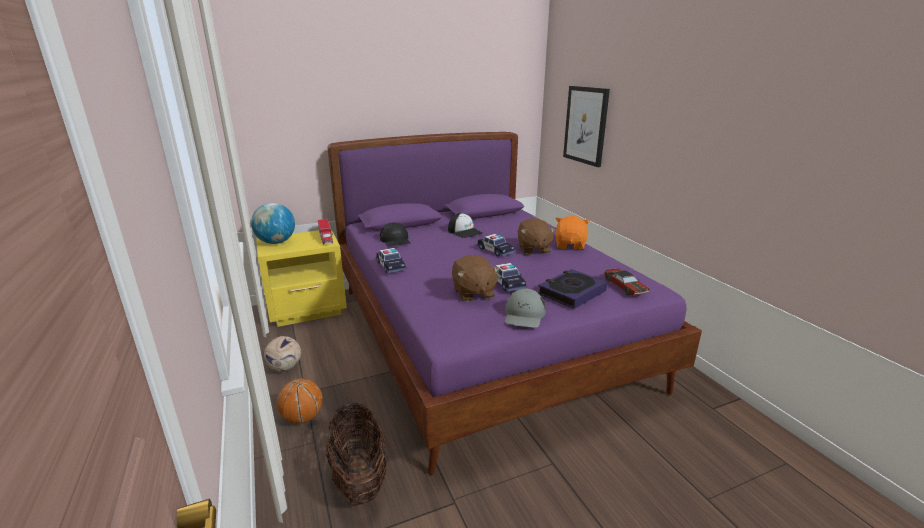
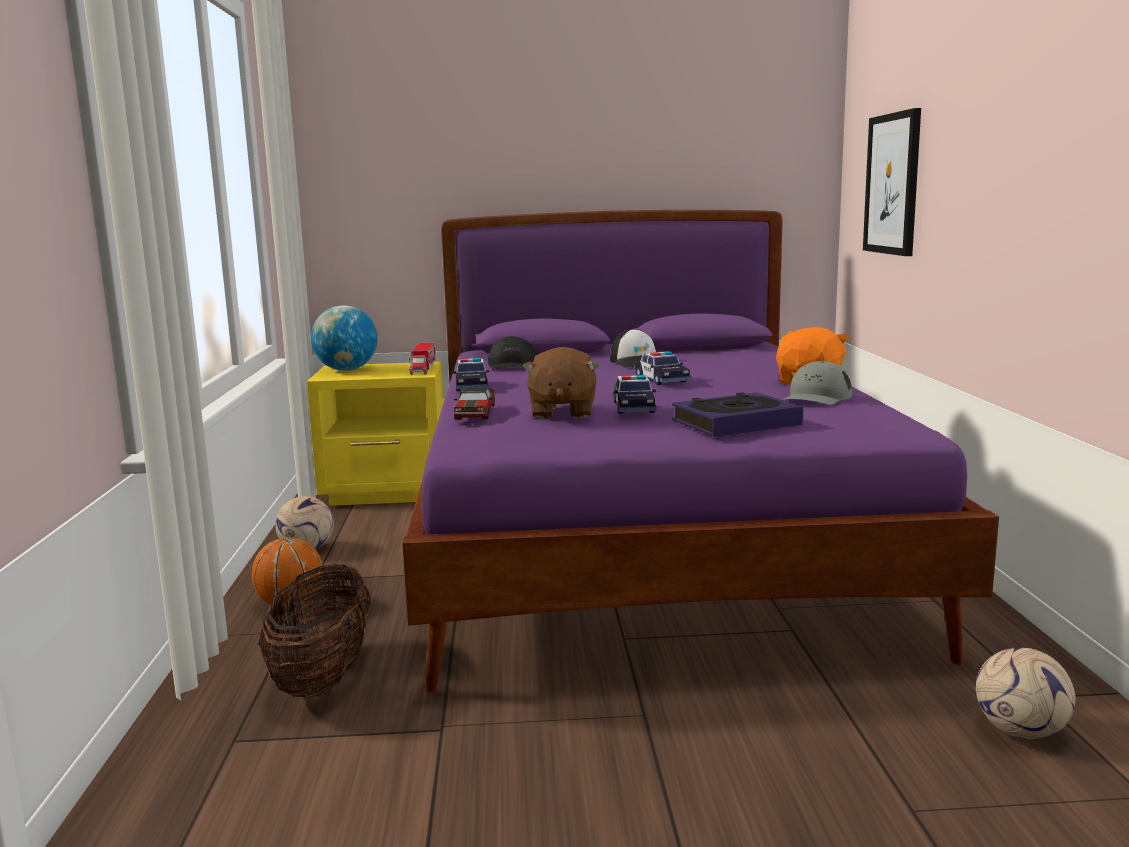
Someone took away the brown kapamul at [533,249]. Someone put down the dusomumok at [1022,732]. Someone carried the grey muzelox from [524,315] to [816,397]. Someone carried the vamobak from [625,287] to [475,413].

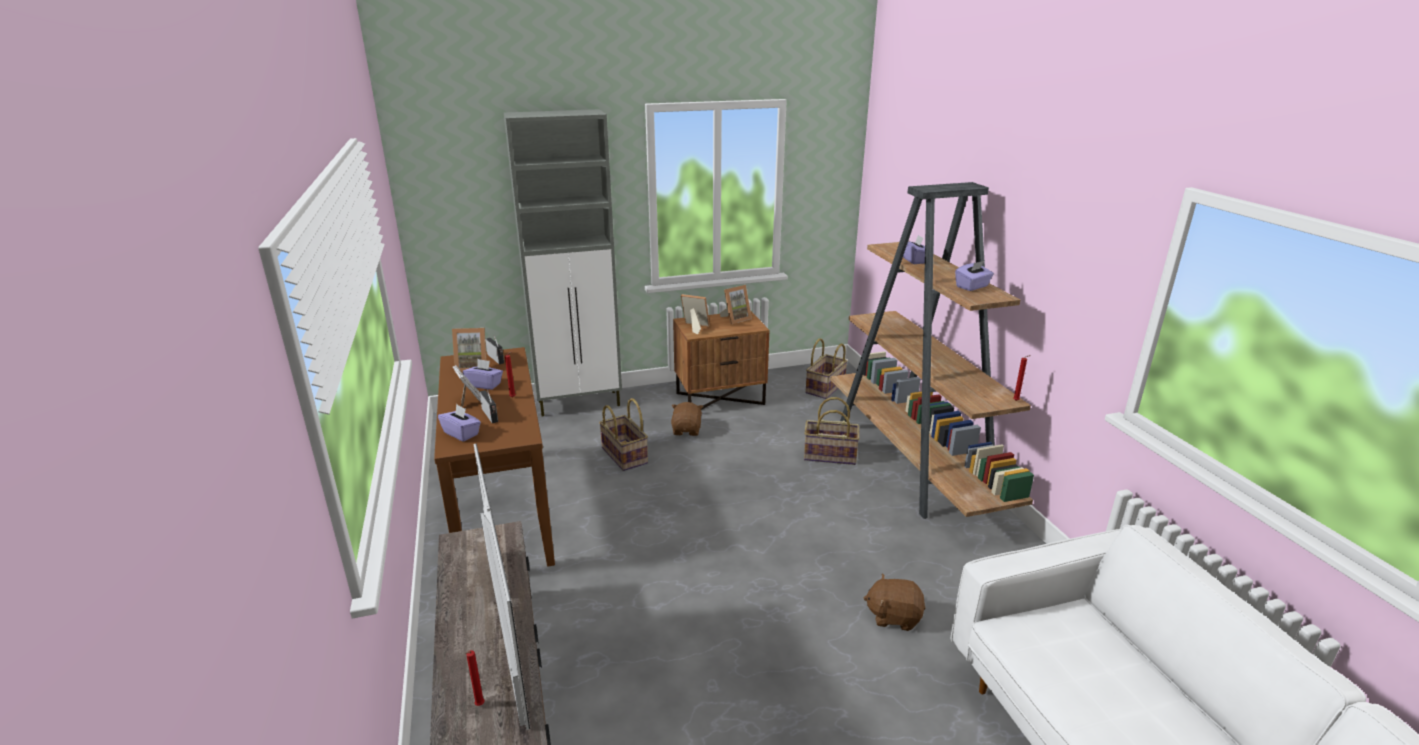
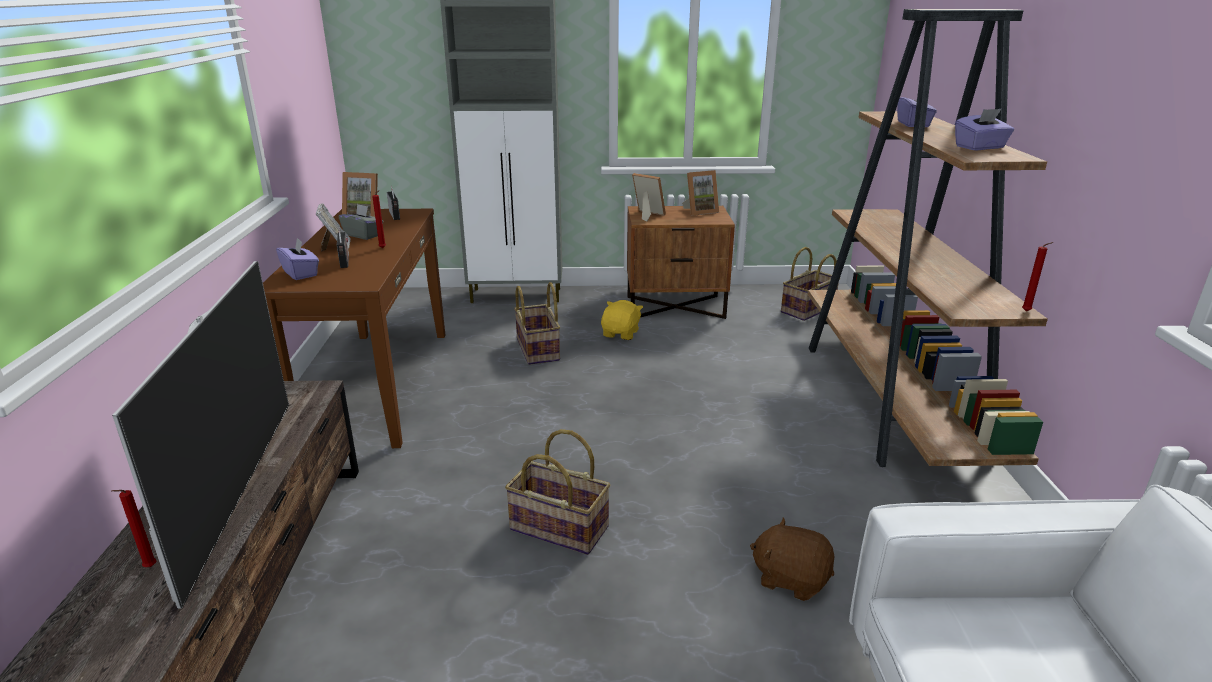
Someone carried the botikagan from [829,456] to [558,529]. Someone repainted the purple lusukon at [485,385], which became the grey lusukon at [363,235]. Someone repainted the brown kapamul at [687,430], which became the yellow kapamul at [621,334].

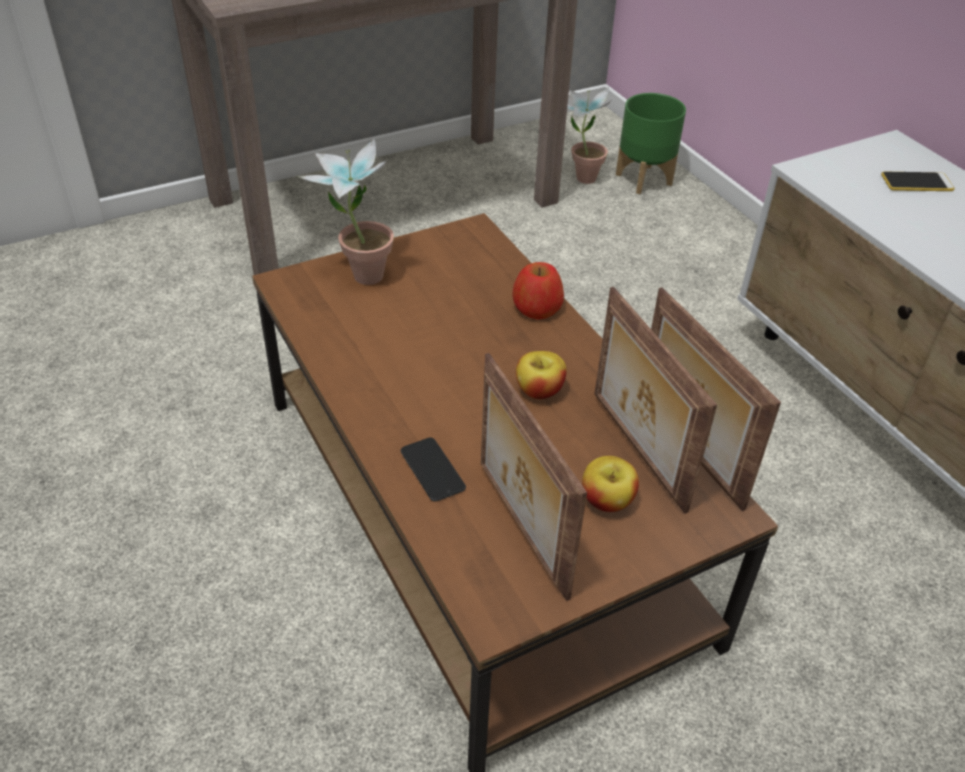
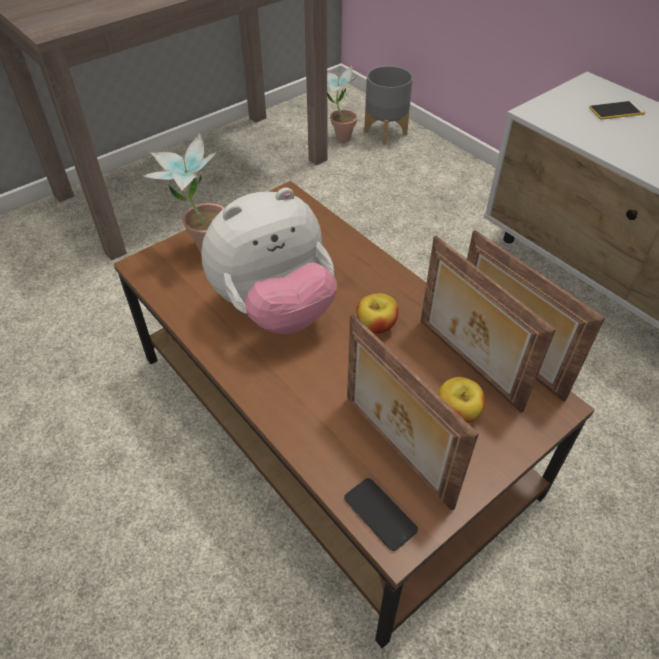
Someone took away the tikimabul at [537,307]. Someone put down the kapamul at [275,309]. Someone carried the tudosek from [432,470] to [380,514]. Someone repainted the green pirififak at [644,180], which became the grey pirififak at [386,133].

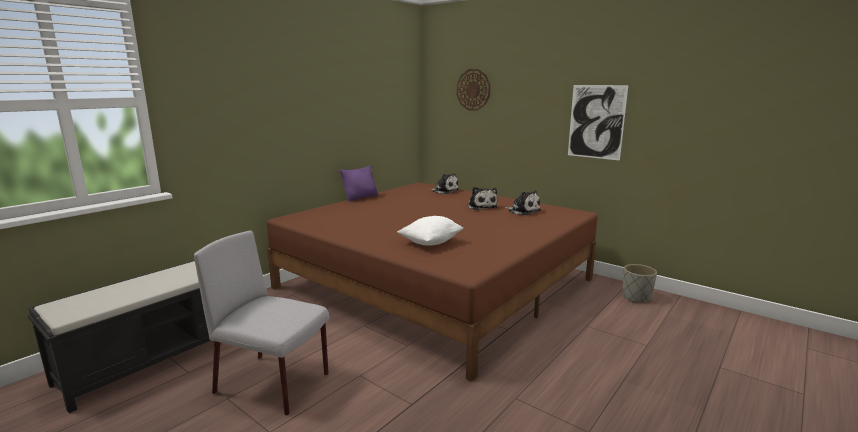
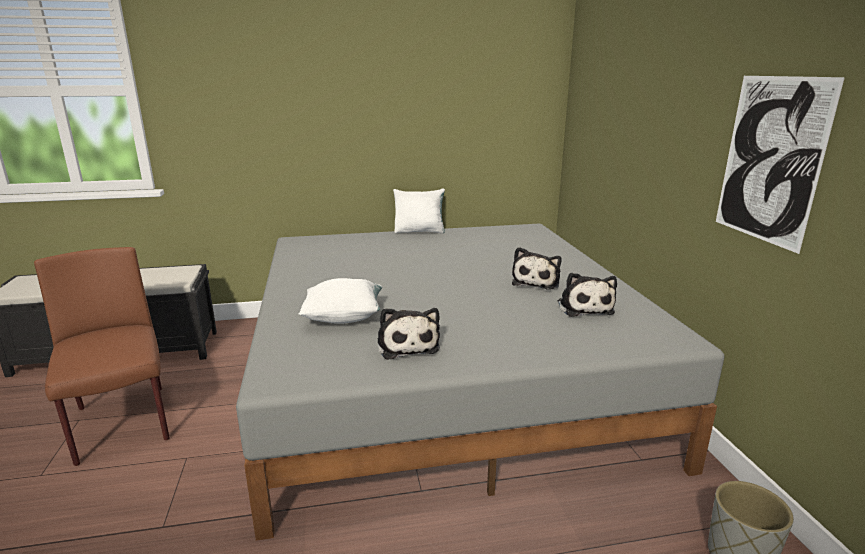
Someone took away the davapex at [473,89]. Someone carried the kapamul from [444,191] to [407,345]. Someone repainted the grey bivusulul at [274,384], which became the brown bivusulul at [123,425]. Someone repainted the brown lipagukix at [436,283], which became the grey lipagukix at [445,376]. Someone repainted the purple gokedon at [360,198], which became the white gokedon at [419,231].

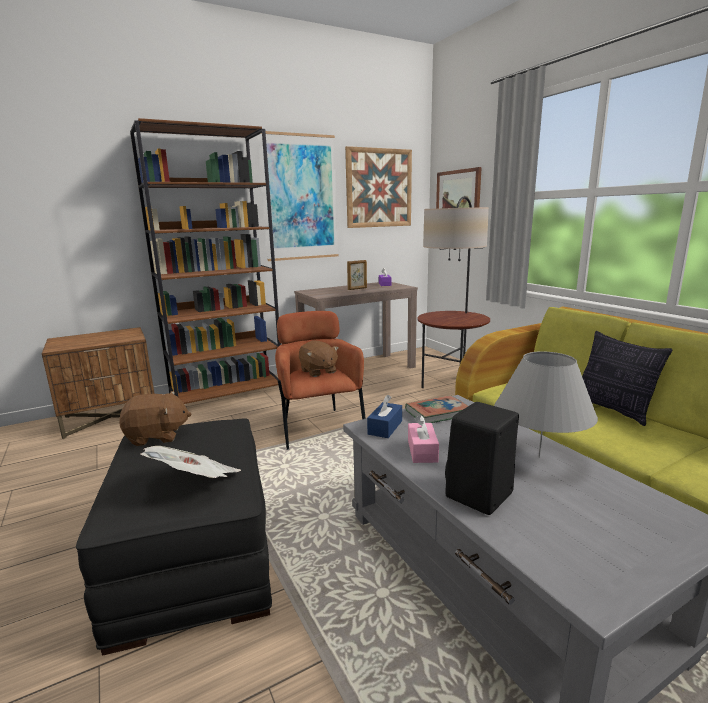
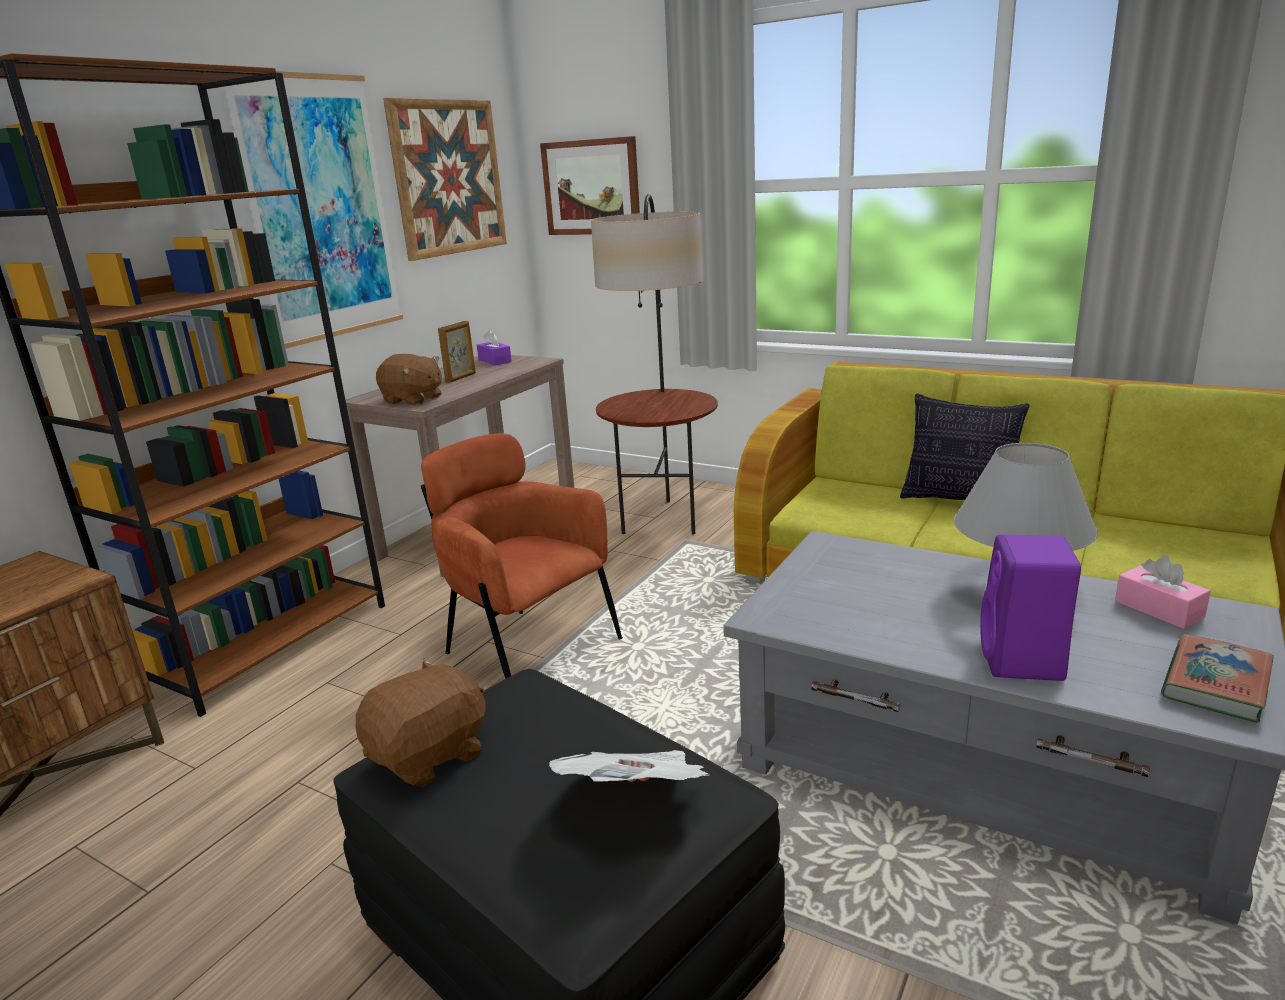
Someone took away the blue lusukon at [385,427]. Someone carried the brown kapamul from [318,371] to [413,400]. Someone carried the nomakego from [437,413] to [1215,683]. Someone carried the pink lusukon from [422,451] to [1158,609]. Someone repainted the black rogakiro at [478,496], which became the purple rogakiro at [1023,662].

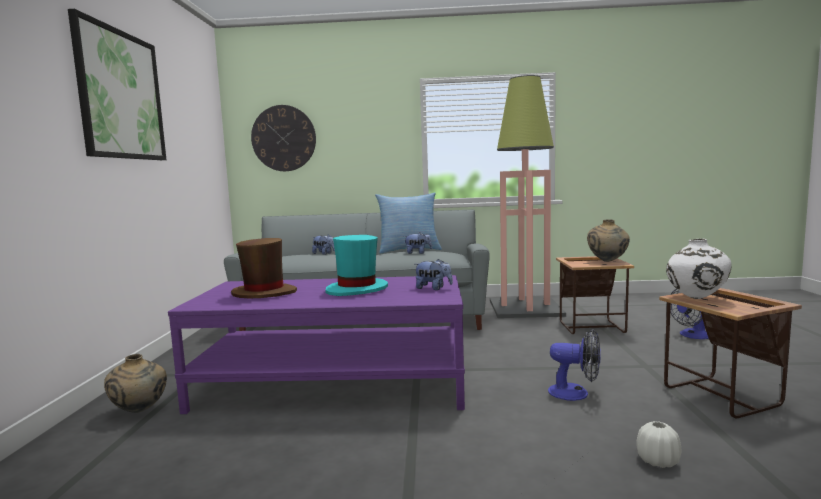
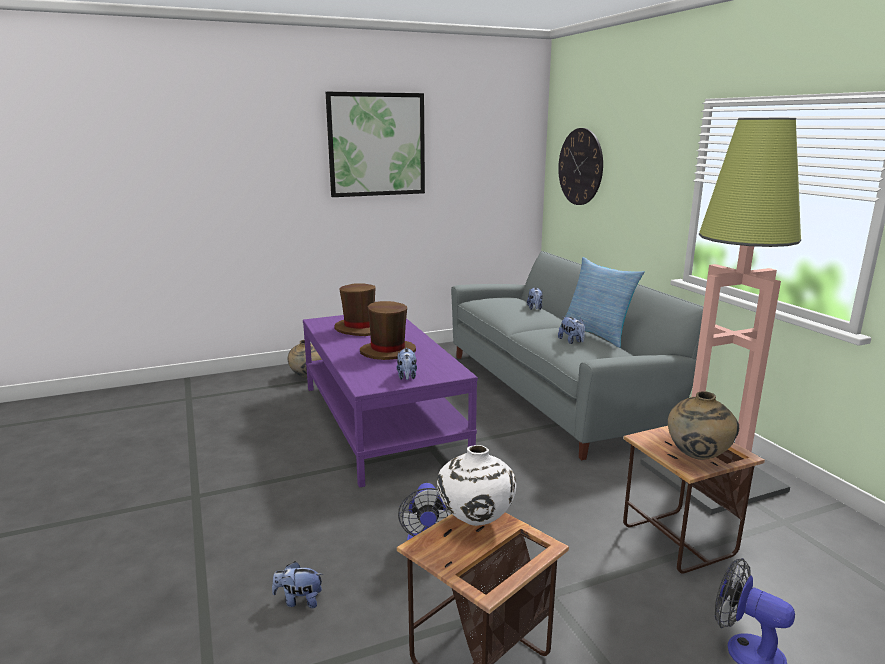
Someone swapped the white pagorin at [658,461] for the kapamul at [299,600]. Someone repainted the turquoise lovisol at [357,289], which became the brown lovisol at [387,352].

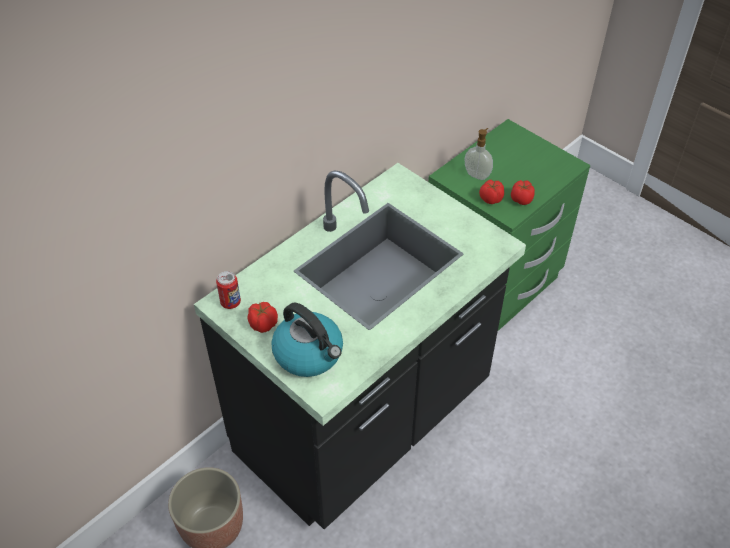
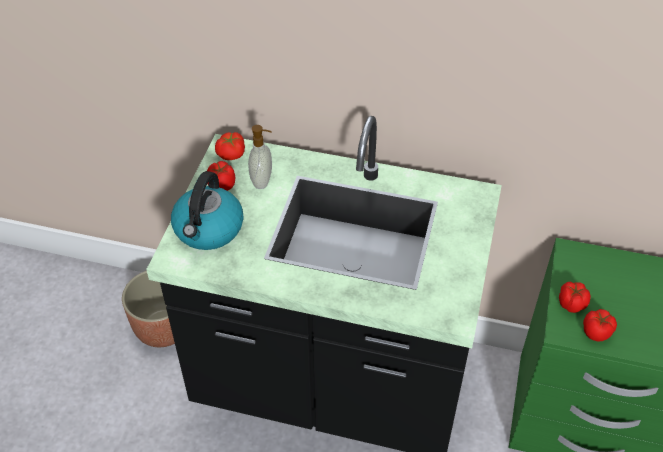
Someone carried the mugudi from [477,174] to [262,180]. Someone swapped the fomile at [230,302] for the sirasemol at [232,154].

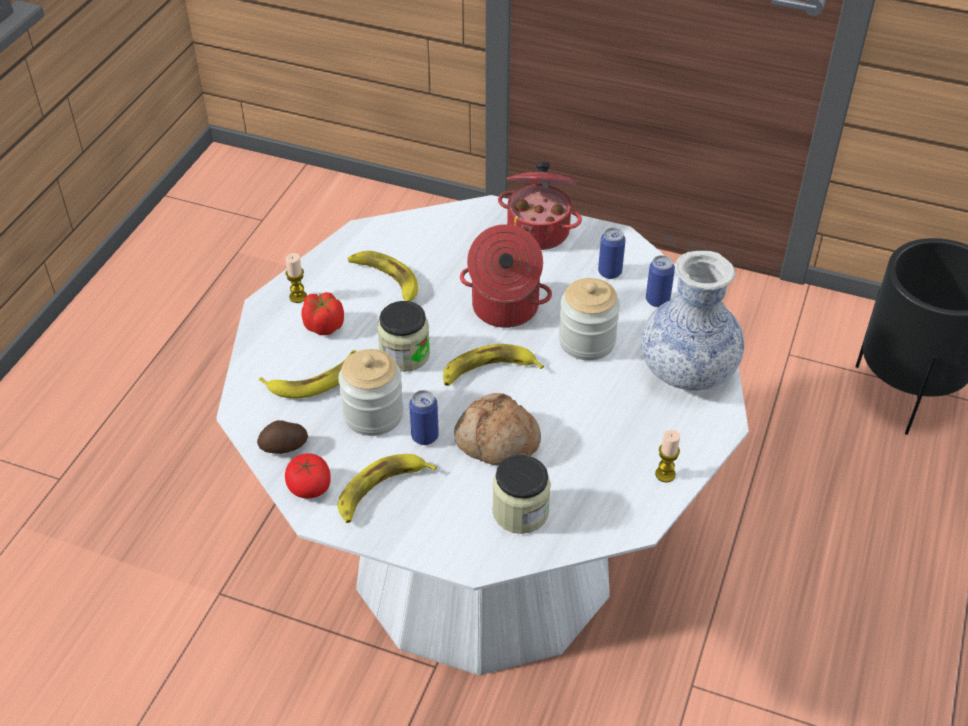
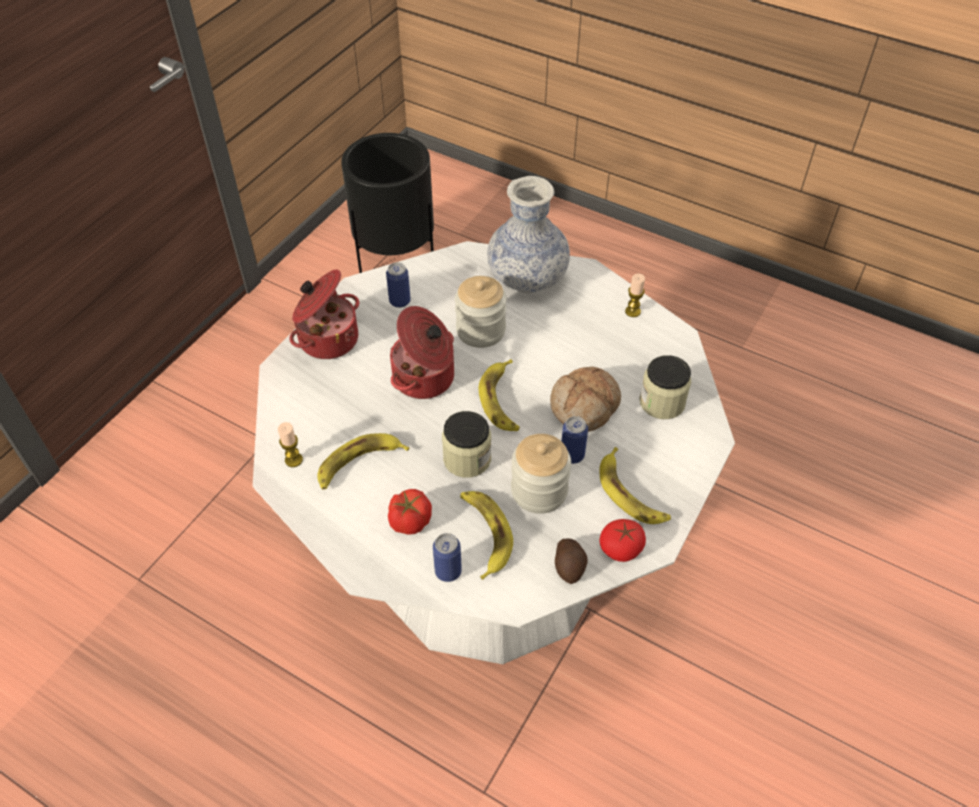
Someone carried the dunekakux from [298,297] to [293,460]. Someone carried the fomile from [657,300] to [448,571].

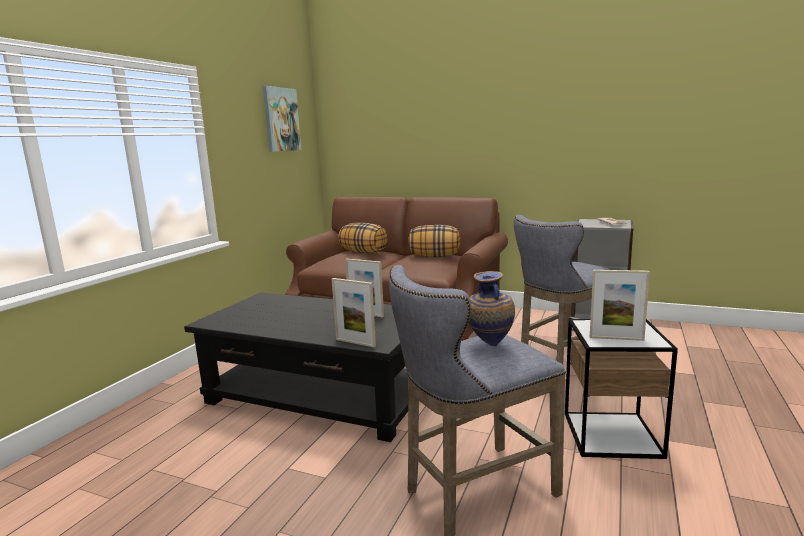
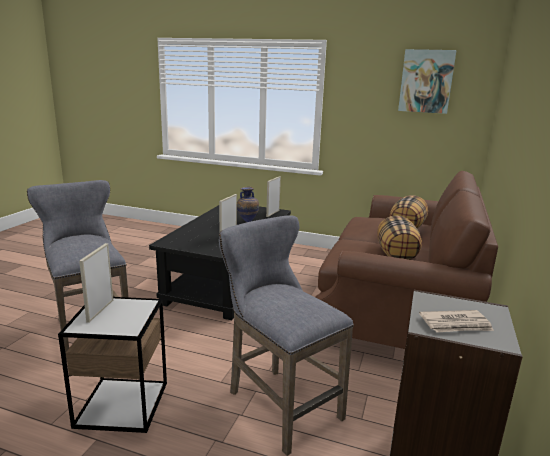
Someone carried the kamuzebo from [355,343] to [273,213]. Someone carried the pagorin from [489,346] to [247,222].

